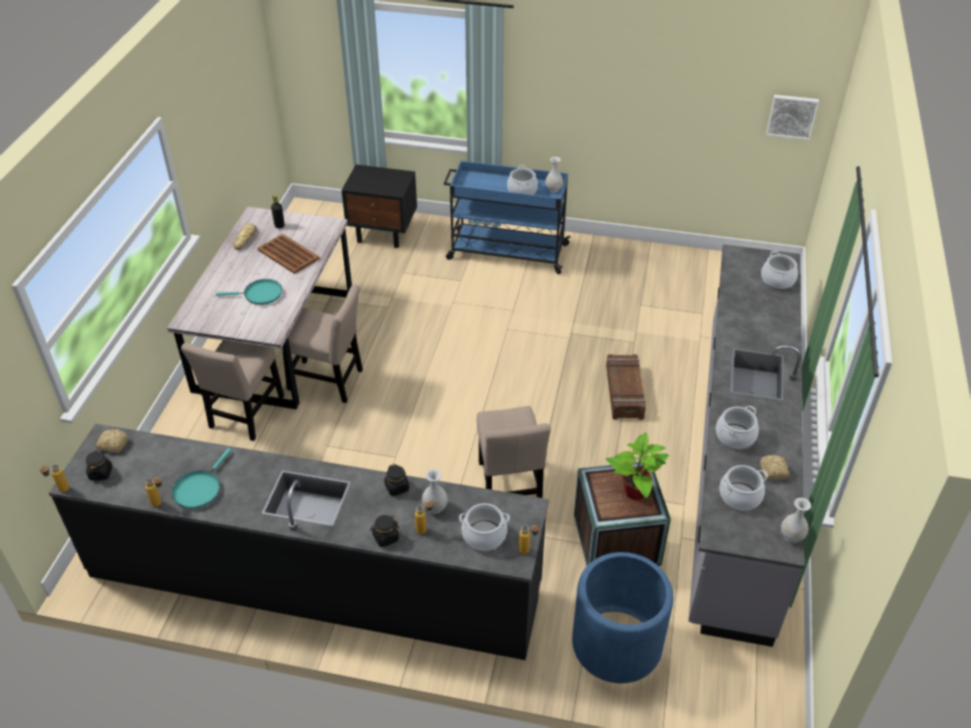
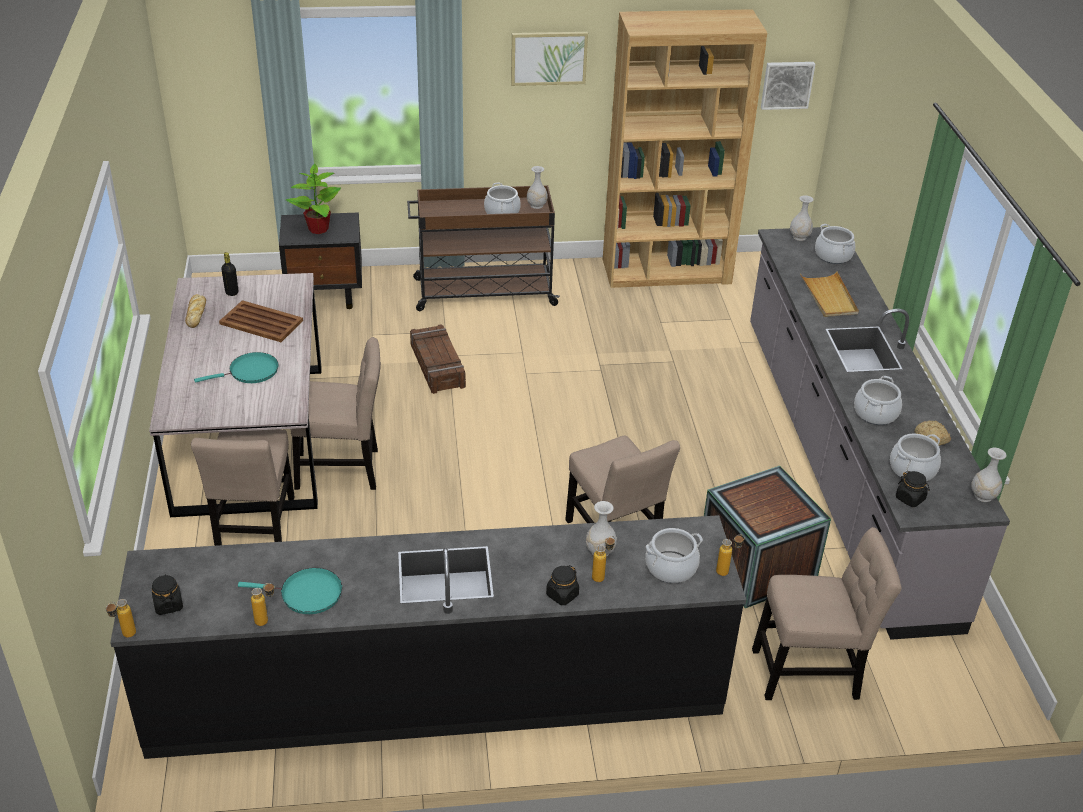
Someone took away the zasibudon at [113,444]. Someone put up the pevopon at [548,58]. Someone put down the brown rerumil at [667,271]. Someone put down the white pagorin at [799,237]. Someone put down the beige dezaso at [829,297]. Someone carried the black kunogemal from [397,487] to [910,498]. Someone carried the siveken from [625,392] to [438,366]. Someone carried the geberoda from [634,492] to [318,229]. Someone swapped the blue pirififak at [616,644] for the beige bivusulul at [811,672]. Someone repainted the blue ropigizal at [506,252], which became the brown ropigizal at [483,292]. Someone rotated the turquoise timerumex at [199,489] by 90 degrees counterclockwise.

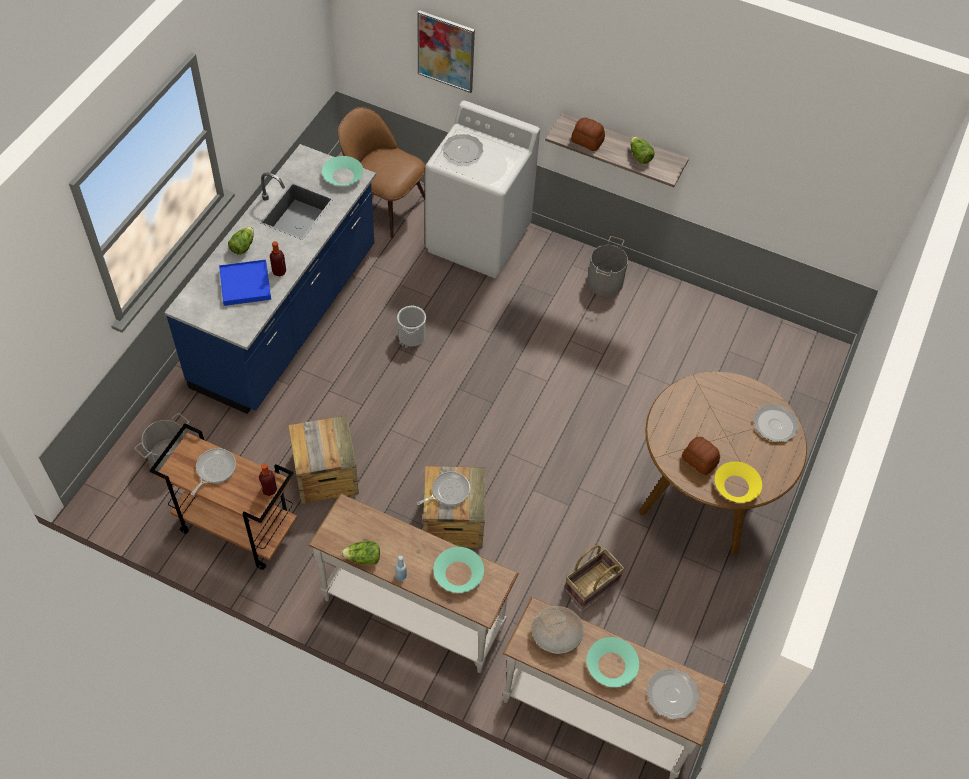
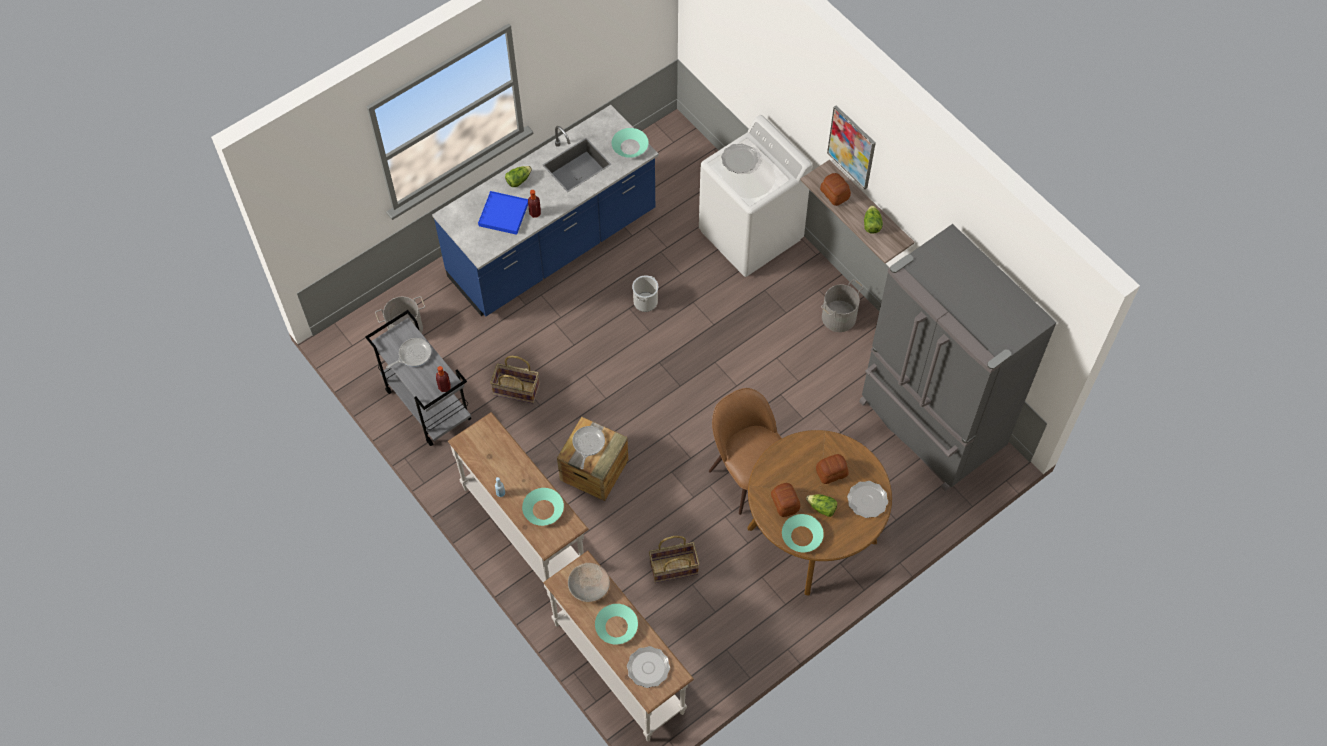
Someone put down the zasibudon at [831,472]. Someone put down the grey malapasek at [929,426]. Someone carried the brown bivusulul from [384,205] to [749,473]. Someone carried the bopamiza from [363,558] to [822,508]. Someone carried the pevopon from [446,51] to [852,147]. Someone swapped the siveken at [325,474] for the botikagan at [516,390]. Someone repainted the brown ropigizal at [236,528], which became the grey ropigizal at [427,405]. Someone repainted the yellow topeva at [736,486], which became the turquoise topeva at [802,536]. Someone rotated the timerumex at [448,491] by 75 degrees counterclockwise.

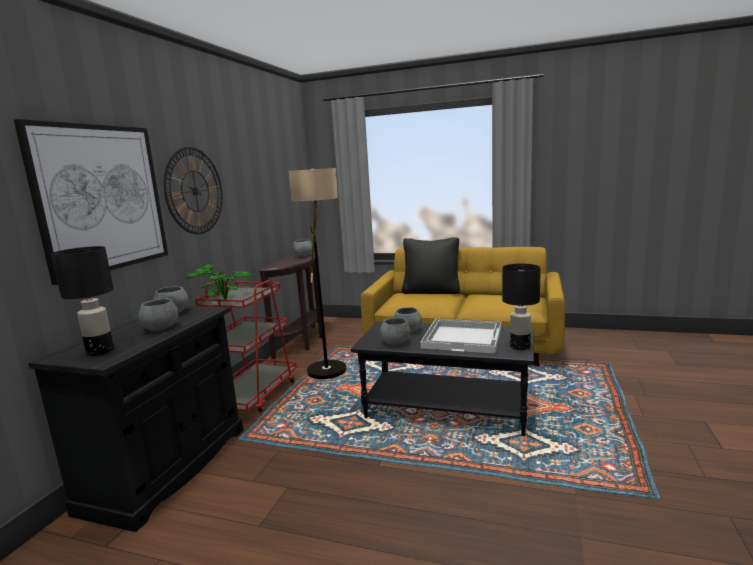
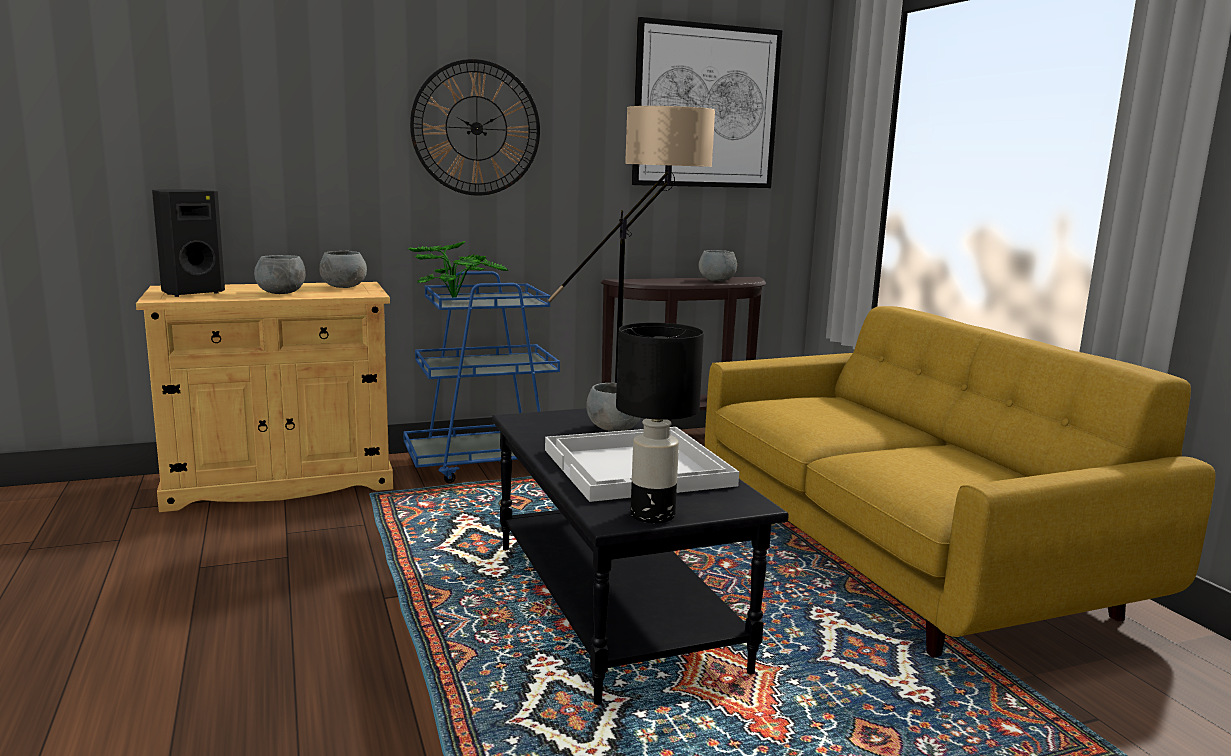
Someone took away the grey topeva at [396,343]. Someone took away the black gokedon at [431,291]. Someone carried the pevopon from [102,198] to [706,107]. Someone swapped the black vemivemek at [100,351] for the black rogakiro at [191,293]. Someone repainted the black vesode at [167,468], which became the beige vesode at [280,483]. Someone repainted the red ropigizal at [253,394], which became the blue ropigizal at [487,463].

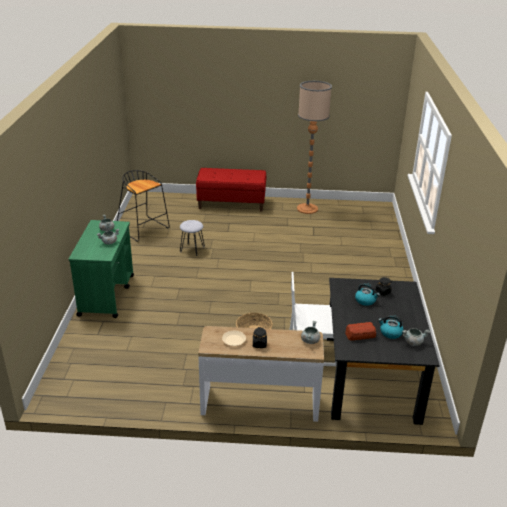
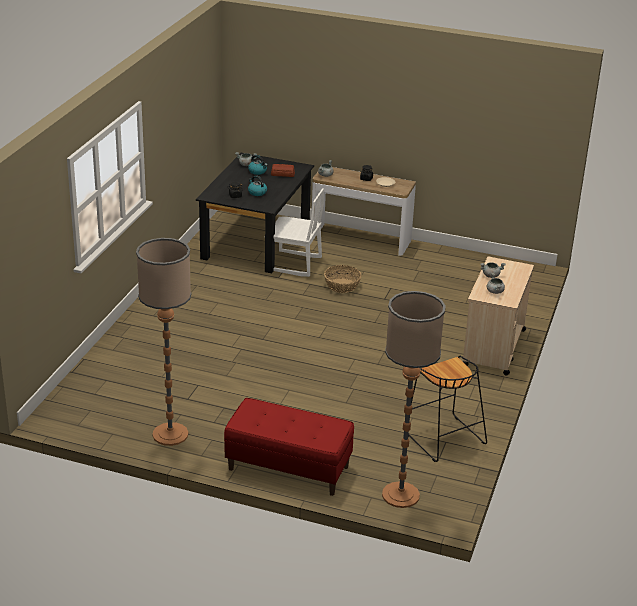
Someone took away the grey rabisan at [192,249]. Someone put down the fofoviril at [400,495]. Someone repainted the green ropigizal at [107,294], which became the beige ropigizal at [493,348].

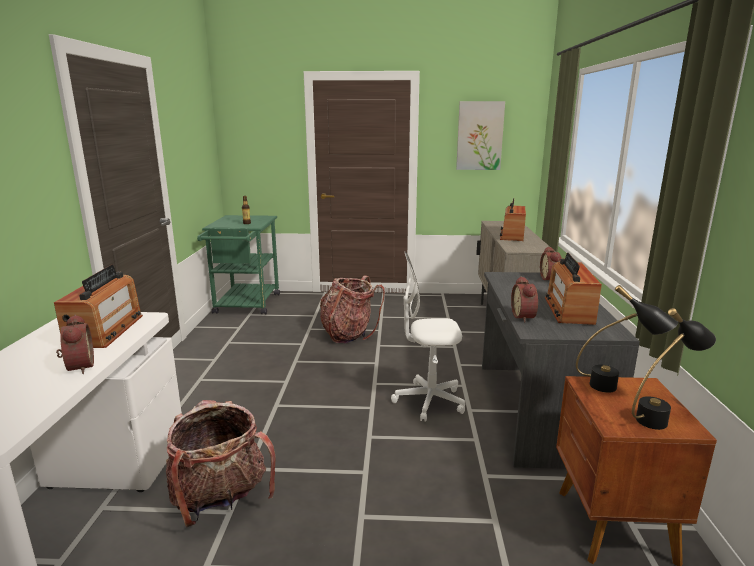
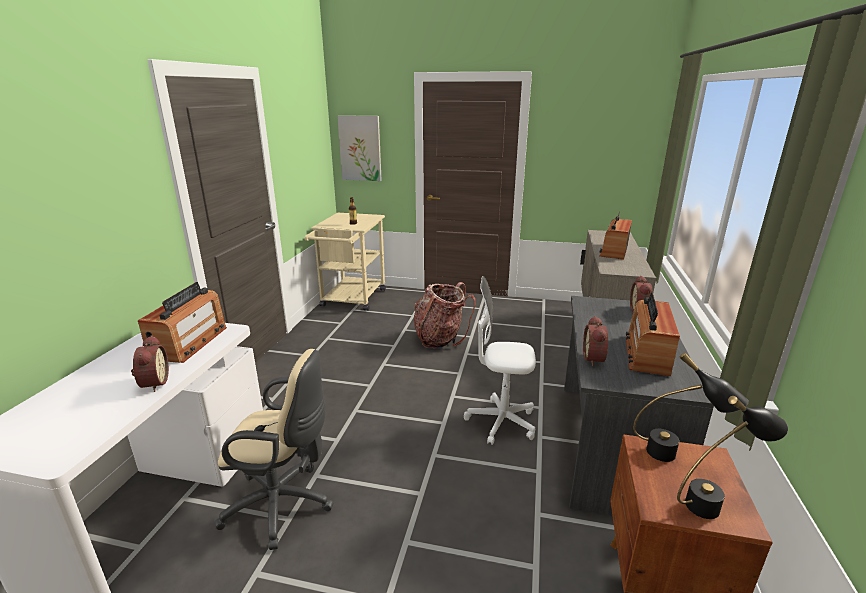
Someone carried the pevopon from [479,136] to [360,148]. Someone swapped the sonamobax at [220,500] for the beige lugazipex at [284,505]. Someone repainted the green ropigizal at [246,306], which became the beige ropigizal at [351,300].

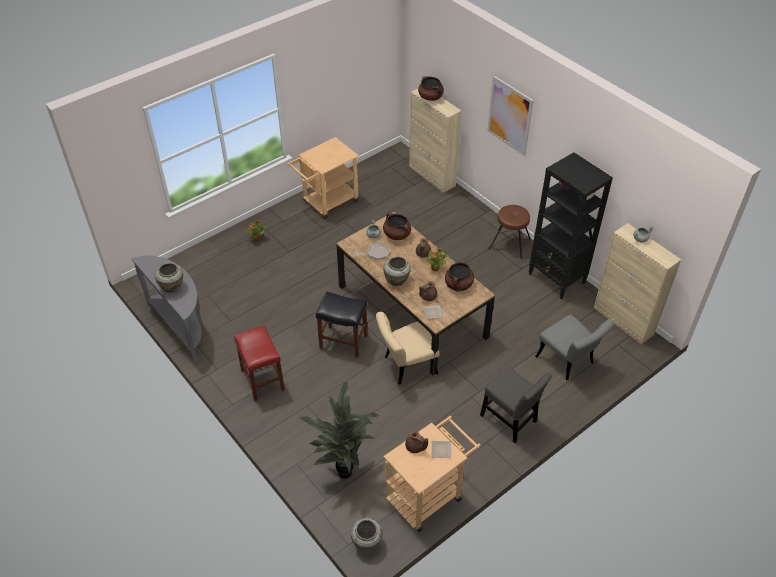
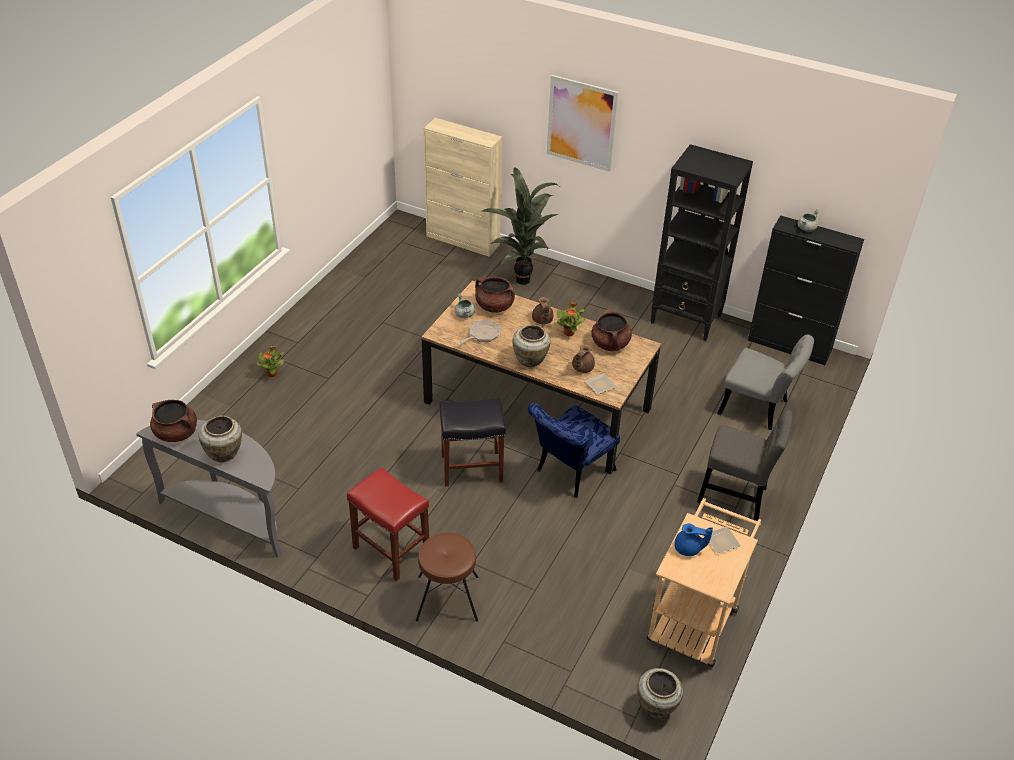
Someone took away the beige ropigizal at [326,203]. Someone carried the geberoda from [345,469] to [521,278]. Someone carried the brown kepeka from [430,97] to [176,433]. Someone carried the brown rabisan from [509,244] to [447,599]. Someone repainted the beige bivusulul at [405,365], which became the blue bivusulul at [569,472]. Someone repainted the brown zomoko at [415,447], which became the blue zomoko at [688,549]. Someone repainted the beige vesode at [623,321], which became the black vesode at [790,346].

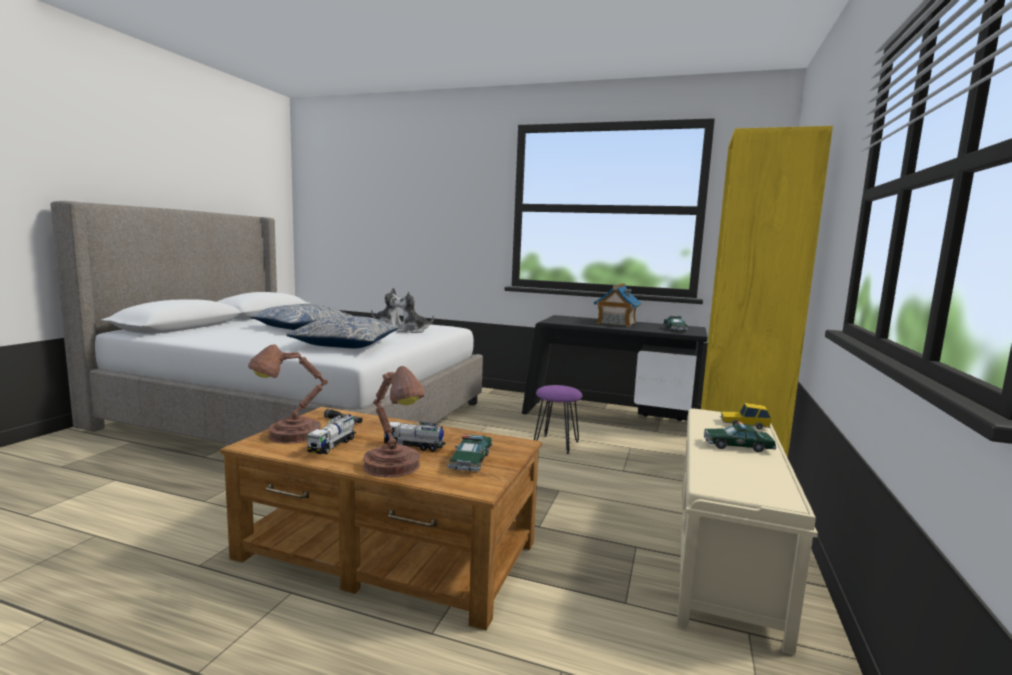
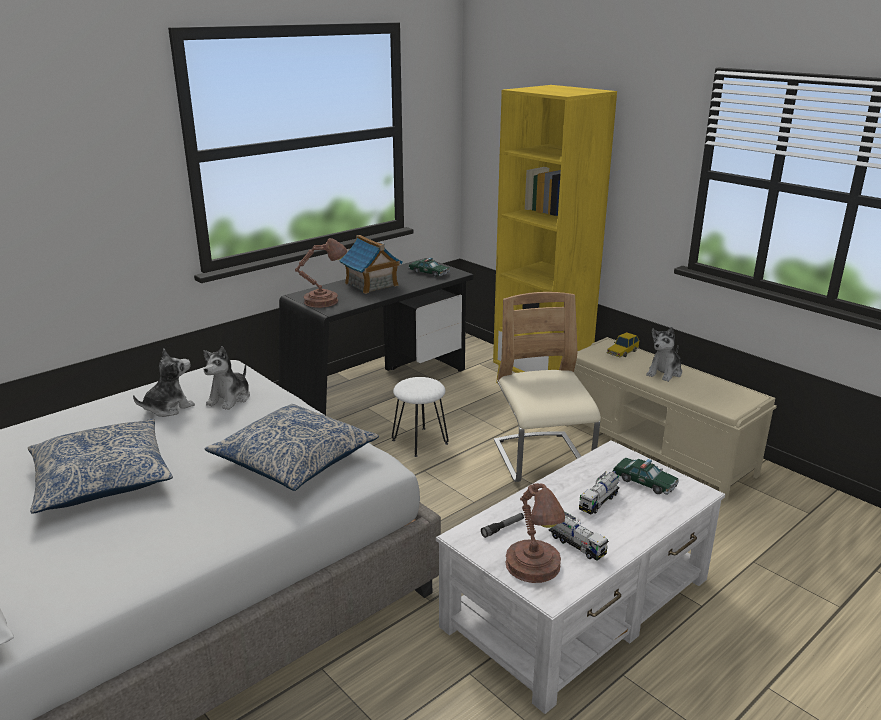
Someone put down the beige bivusulul at [542,459]. Someone carried the brown vemivemek from [394,467] to [324,301]. Someone swapped the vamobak at [737,446] for the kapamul at [664,372]. Someone repainted the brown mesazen at [389,551], which became the white mesazen at [580,602]. Someone repainted the purple rabisan at [556,444], which became the white rabisan at [420,442].

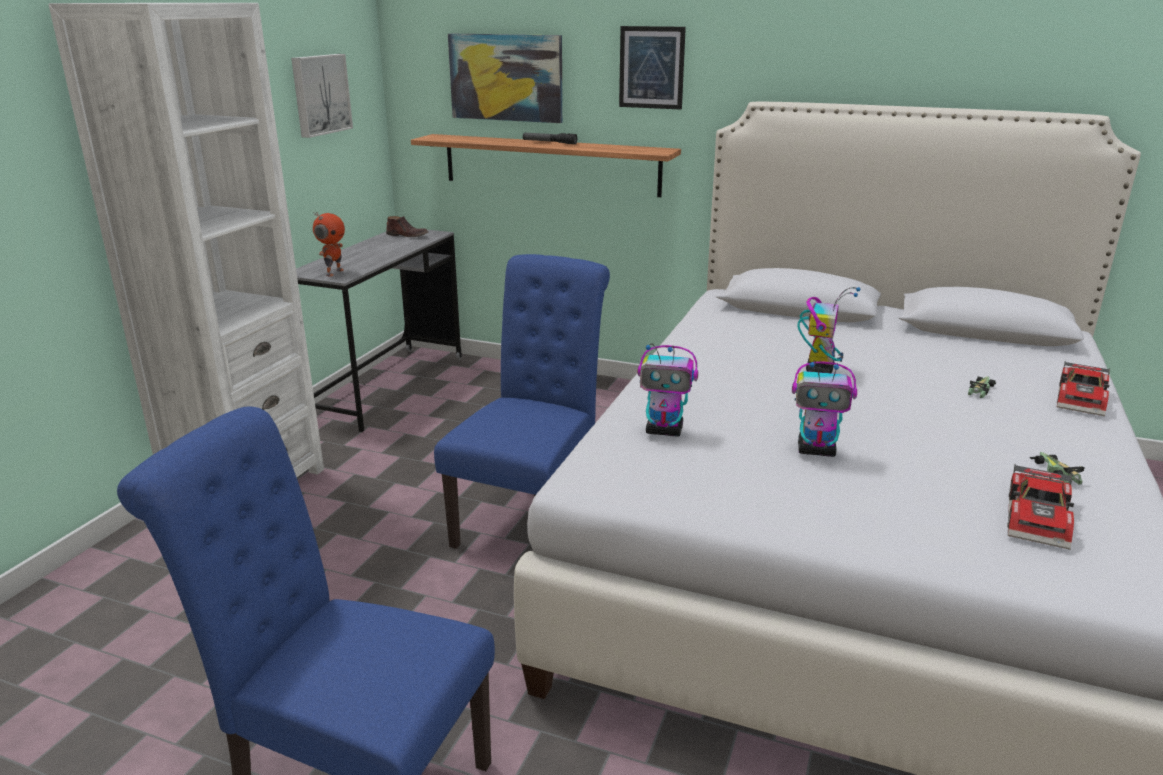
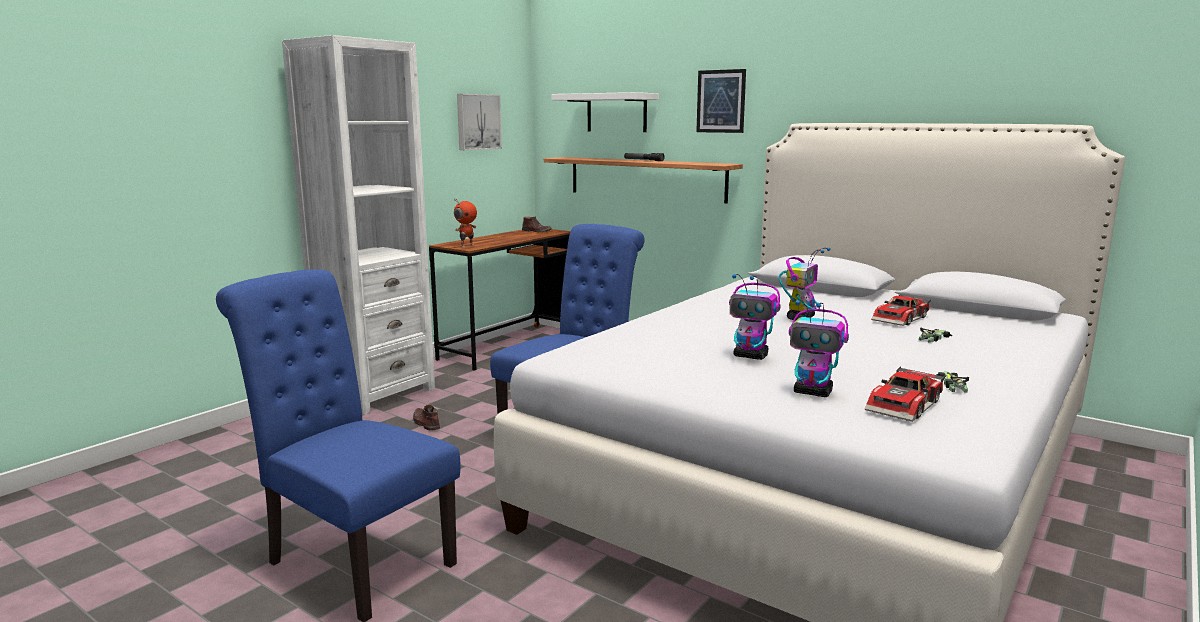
Someone put down the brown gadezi at [425,423]. Someone carried the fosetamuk from [665,431] to [813,392]. Someone carried the vamobak from [1083,399] to [902,319]. Someone swapped the pevopon at [506,77] for the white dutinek at [616,113]. Someone repainted the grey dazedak at [387,387], which became the brown dazedak at [508,346].

